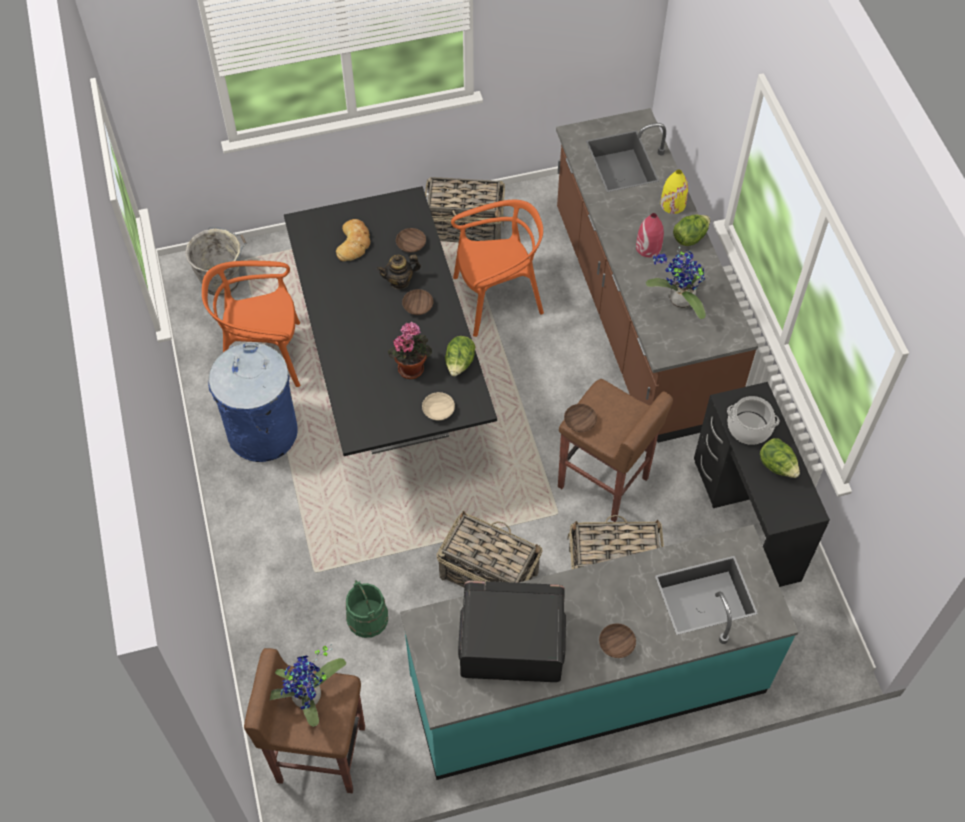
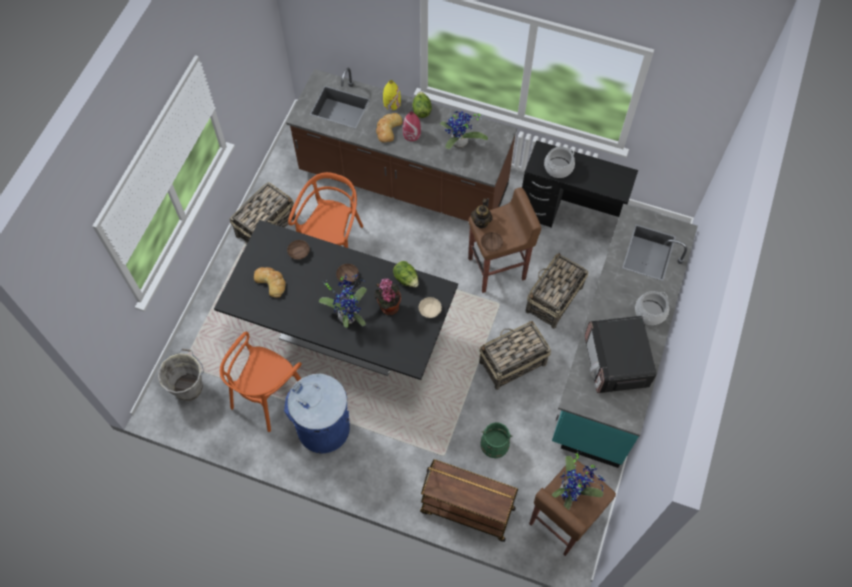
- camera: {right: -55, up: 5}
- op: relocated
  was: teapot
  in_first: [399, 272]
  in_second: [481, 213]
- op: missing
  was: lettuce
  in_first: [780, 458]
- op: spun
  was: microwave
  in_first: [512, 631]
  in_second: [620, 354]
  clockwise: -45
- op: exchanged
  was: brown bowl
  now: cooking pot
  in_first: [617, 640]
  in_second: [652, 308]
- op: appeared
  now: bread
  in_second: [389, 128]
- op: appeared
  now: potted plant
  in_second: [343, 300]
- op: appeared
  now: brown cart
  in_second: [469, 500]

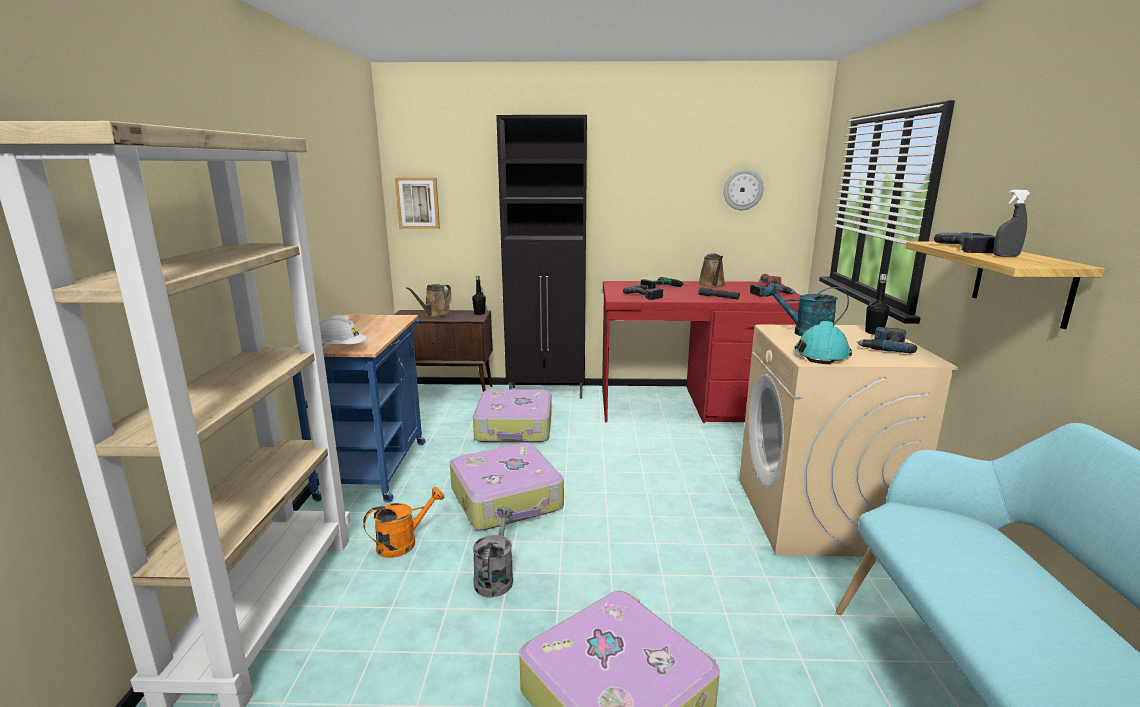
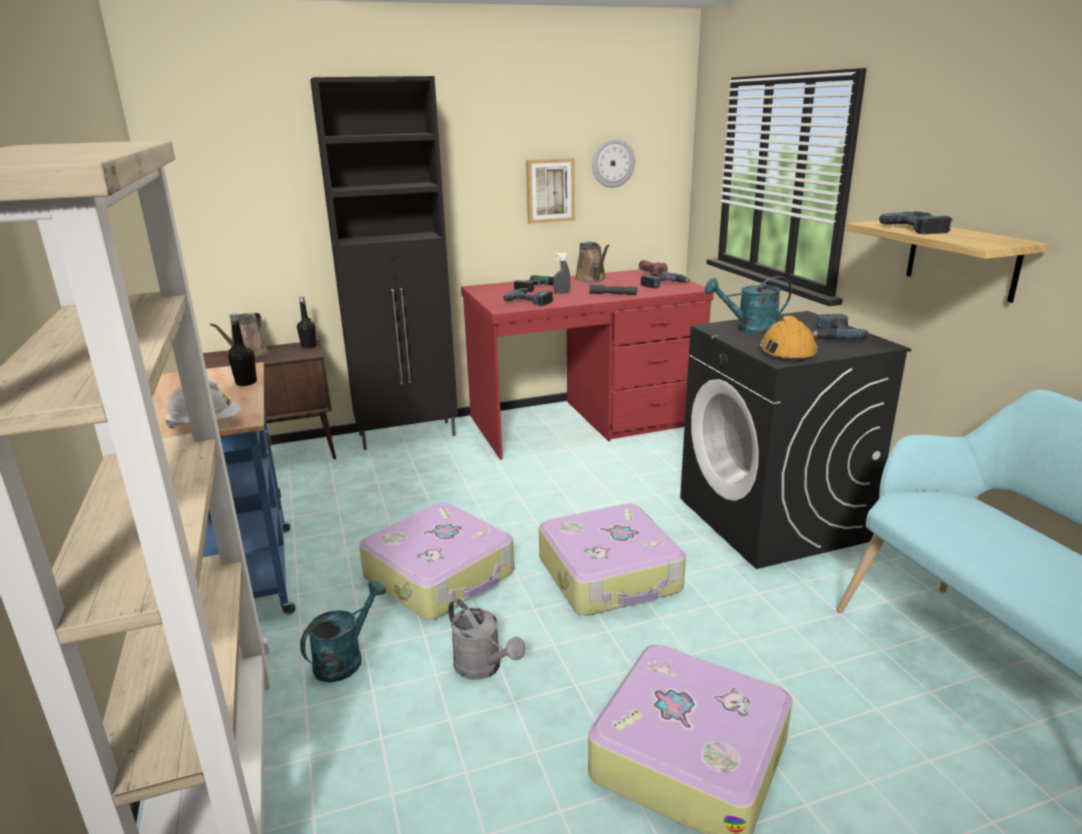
- camera: {right: -20, up: 5}
- op: relocated
  was: picture
  in_first: [417, 203]
  in_second: [550, 191]
- op: relocated
  was: grey spray bottle
  in_first: [1012, 223]
  in_second: [561, 273]
- op: relocated
  was: black bottle
  in_first: [877, 304]
  in_second: [242, 350]
- op: colour
  was: turquoise hard hat
  now: orange hard hat
  in_first: [823, 342]
  in_second: [788, 339]
- op: colour
  was: beige washing machine
  now: black washing machine
  in_first: [849, 441]
  in_second: [796, 440]
- op: relocated
  was: suitcase
  in_first: [512, 415]
  in_second: [612, 560]
- op: colour
  was: orange watering can
  now: turquoise watering can
  in_first: [404, 522]
  in_second: [343, 631]
- op: spun
  was: grey watering can
  in_first: [493, 552]
  in_second: [486, 639]
  clockwise: 150

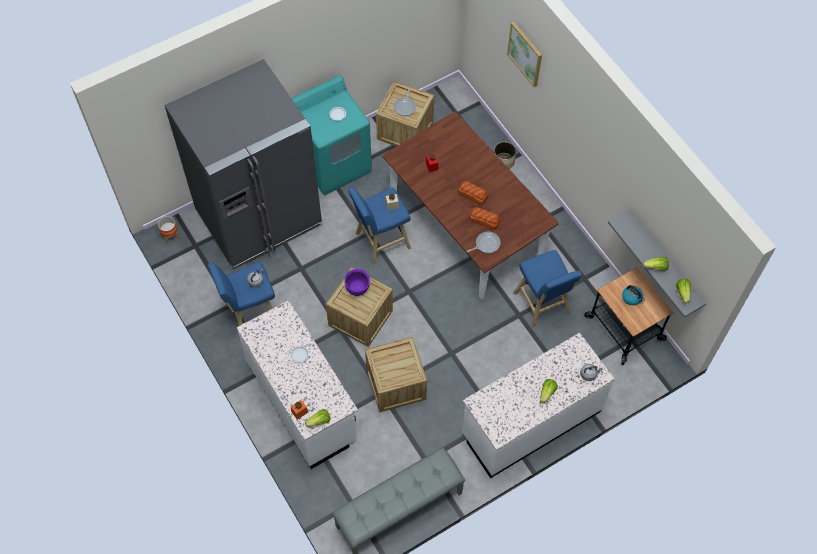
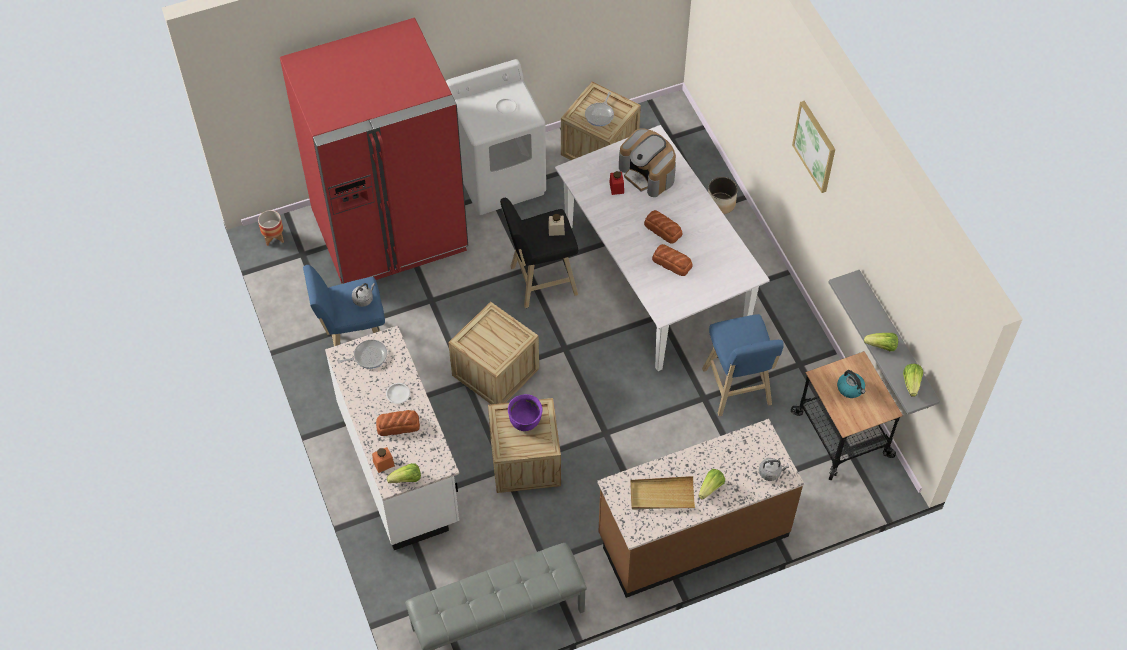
- camera: {right: 10, up: -5}
- op: relocated
  was: picture
  in_first: [524, 54]
  in_second: [813, 147]
- op: colour
  was: grey fridge
  now: red fridge
  in_first: [243, 164]
  in_second: [374, 151]
- op: colour
  was: turquoise washing machine
  now: white washing machine
  in_first: [331, 135]
  in_second: [496, 137]
- op: colour
  was: brown dining table
  now: white dining table
  in_first: [470, 205]
  in_second: [662, 248]
- op: colour
  was: blue stool
  now: black stool
  in_first: [379, 226]
  in_second: [539, 253]
- op: relocated
  was: frying pan
  in_first: [484, 242]
  in_second: [362, 354]
- op: relocated
  was: purple cooking pot
  in_first: [357, 282]
  in_second: [525, 412]
- op: colour
  was: white counter
  now: brown counter
  in_first: [538, 405]
  in_second: [700, 508]
- op: appeared
  now: coffee machine
  in_second: [647, 162]
- op: appeared
  now: bread
  in_second: [398, 423]
- op: appeared
  now: beige tray
  in_second: [662, 493]

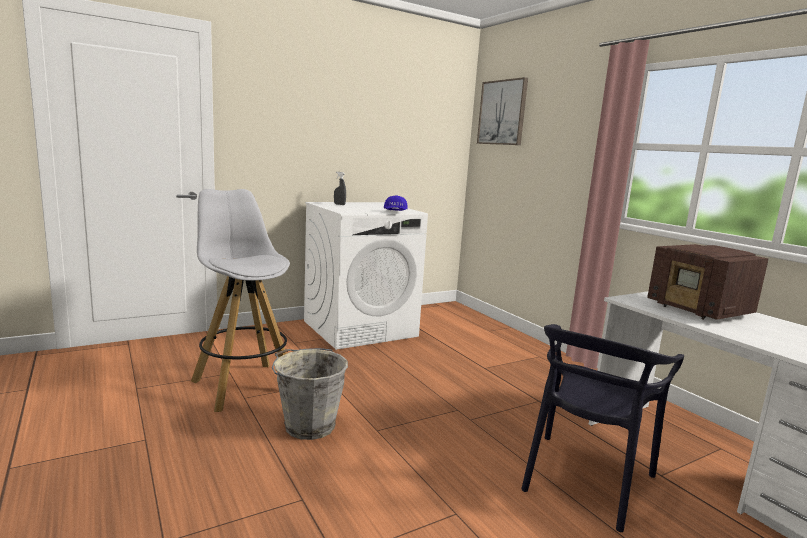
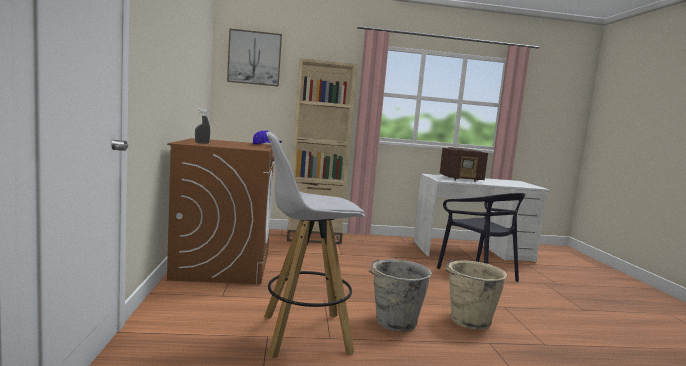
- camera: {right: -65, up: -5}
- op: colour
  was: white washing machine
  now: brown washing machine
  in_first: [366, 276]
  in_second: [220, 211]
- op: appeared
  now: beige bookcase
  in_second: [322, 151]
- op: appeared
  now: beige bucket
  in_second: [476, 295]

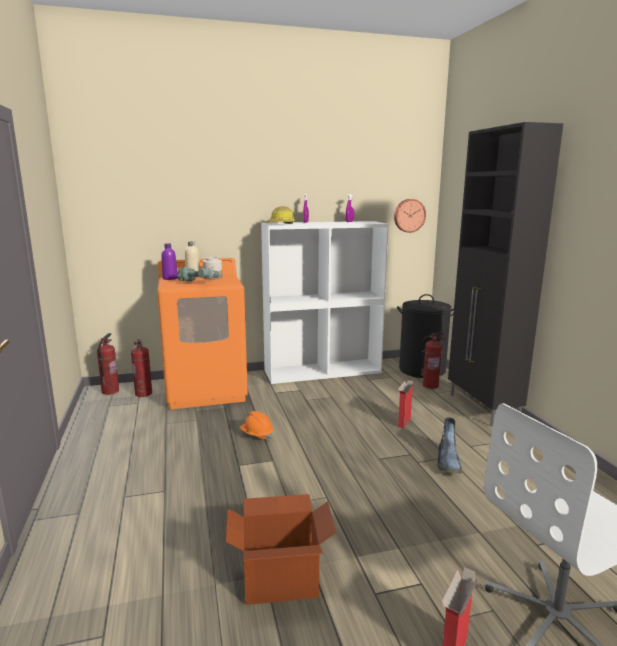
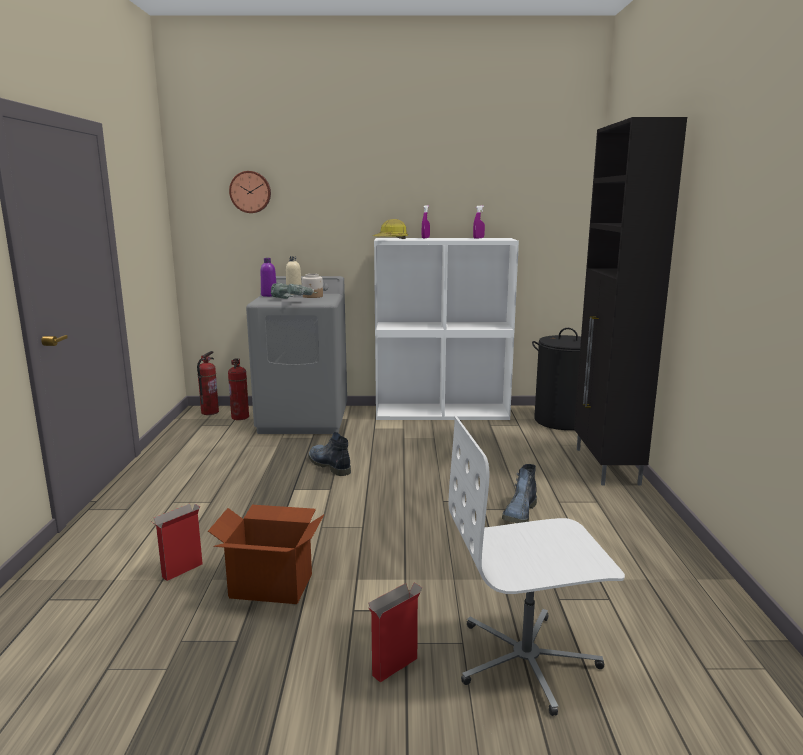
- camera: {right: 15, up: 0}
- op: relocated
  was: wall clock
  in_first: [410, 216]
  in_second: [250, 192]
- op: colour
  was: orange washing machine
  now: grey washing machine
  in_first: [202, 333]
  in_second: [296, 355]
- op: missing
  was: fire extinguisher
  in_first: [433, 360]
- op: relocated
  was: cardboard box
  in_first: [406, 404]
  in_second: [177, 542]
- op: exchanged
  was: orange hard hat
  now: boot
  in_first: [256, 425]
  in_second: [329, 454]

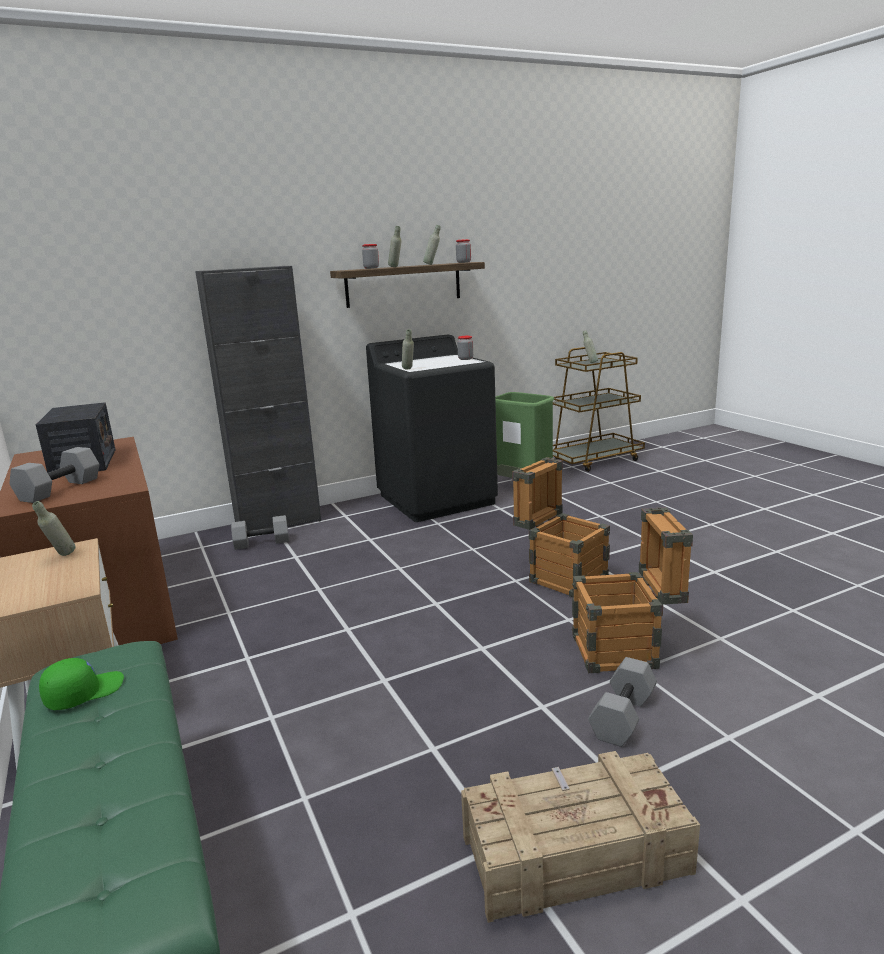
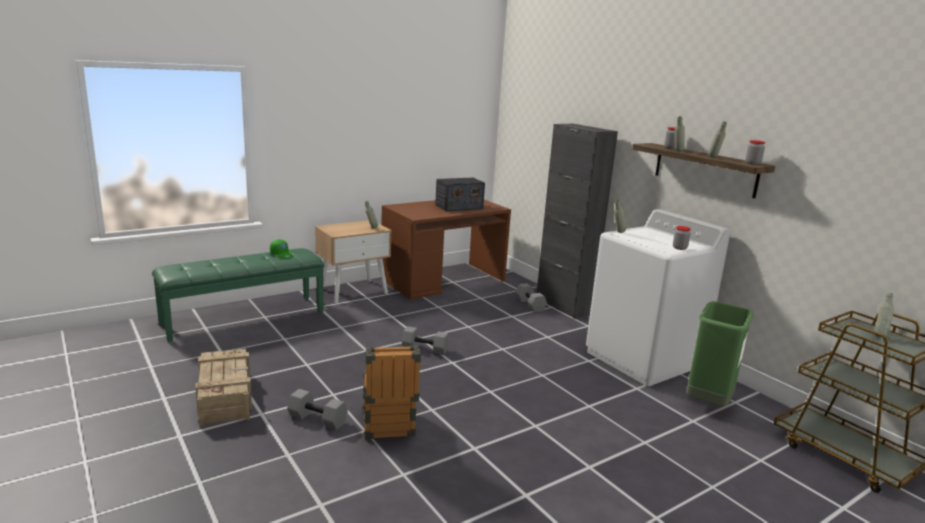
- camera: {right: 80, up: 0}
- op: colour
  was: black washing machine
  now: white washing machine
  in_first: [432, 428]
  in_second: [658, 297]
- op: relocated
  was: grey dumbbell
  in_first: [54, 475]
  in_second: [425, 340]
- op: missing
  was: crate
  in_first: [561, 527]

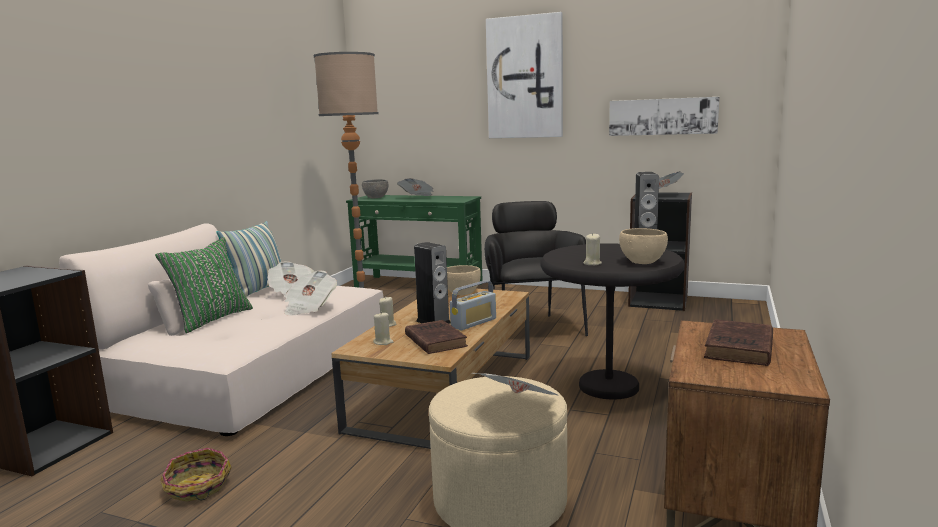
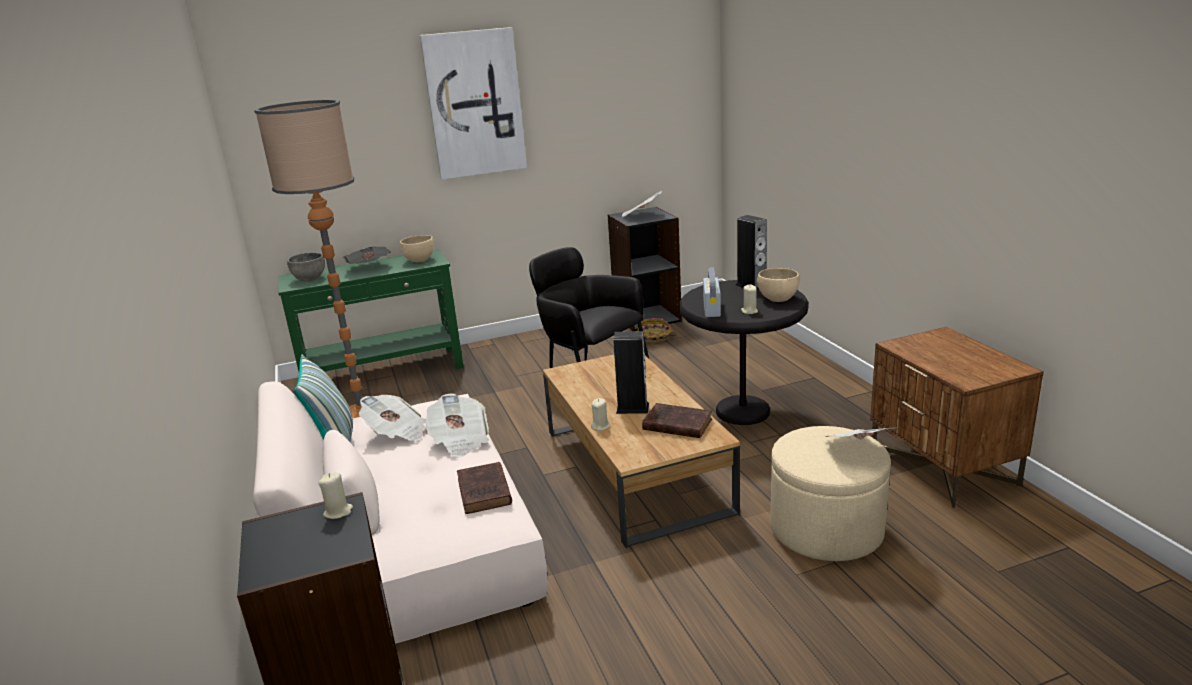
- camera: {right: -40, up: 10}
- op: missing
  was: picture
  in_first: [664, 116]
- op: missing
  was: green pillow
  in_first: [204, 285]
- op: relocated
  was: beige bowl
  in_first: [464, 280]
  in_second: [417, 248]
- op: relocated
  was: radio
  in_first: [473, 305]
  in_second: [712, 292]
- op: relocated
  was: beige candle
  in_first: [383, 329]
  in_second: [335, 495]
- op: relocated
  was: brown book
  in_first: [738, 342]
  in_second: [484, 488]
- op: relocated
  was: basket
  in_first: [196, 475]
  in_second: [657, 330]

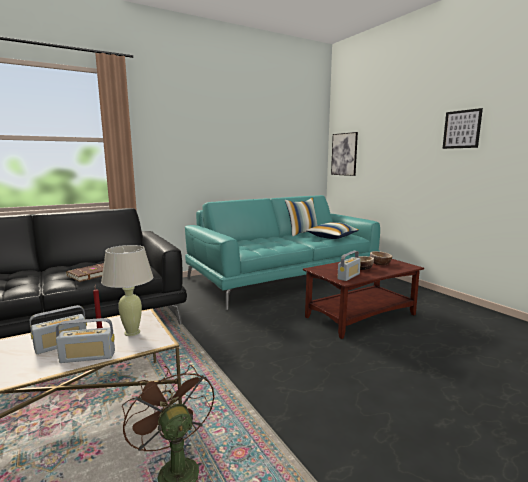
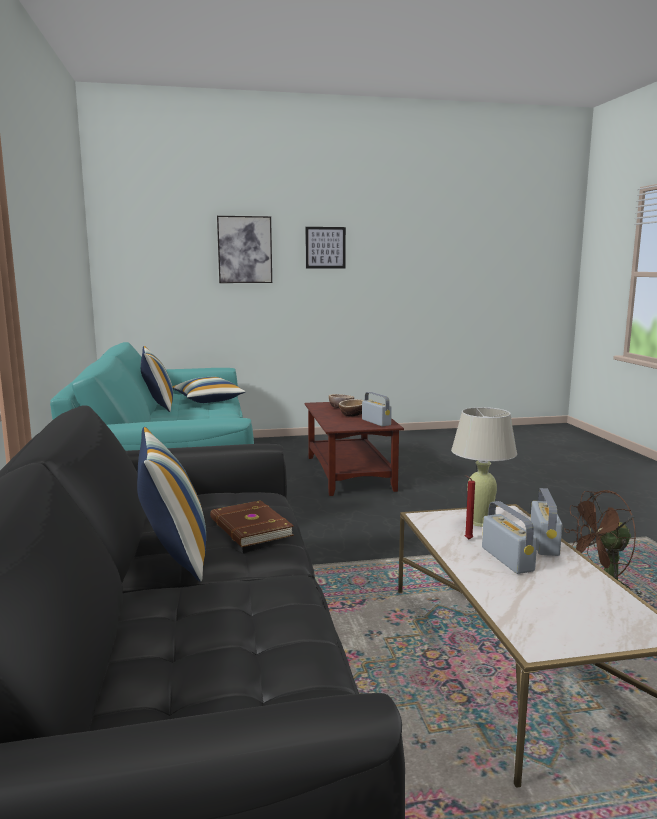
- camera: {right: -70, up: 0}
- op: relocated
  was: picture
  in_first: [344, 154]
  in_second: [244, 249]
- op: appeared
  now: pillow
  in_second: [171, 504]

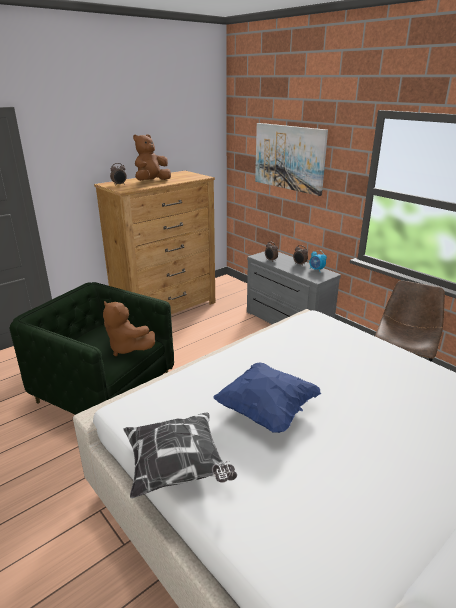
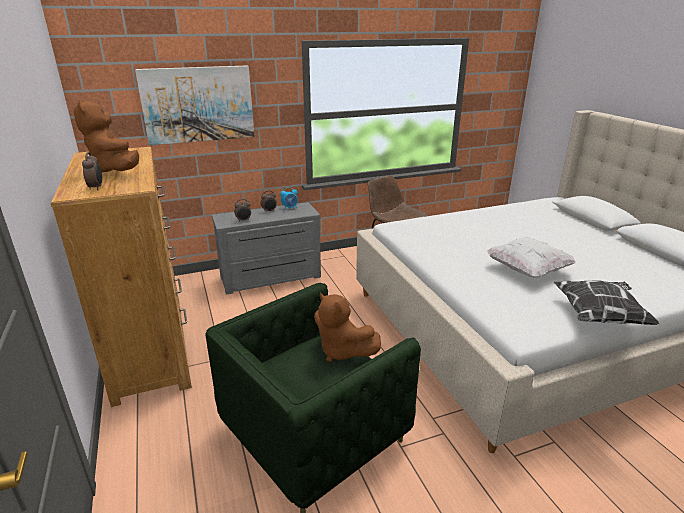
- camera: {right: -70, up: 0}
- op: spun
  was: brown plush toy
  in_first: [129, 328]
  in_second: [347, 327]
  clockwise: 75
- op: colour
  was: blue pillow
  now: white pillow
  in_first: [267, 397]
  in_second: [531, 257]

